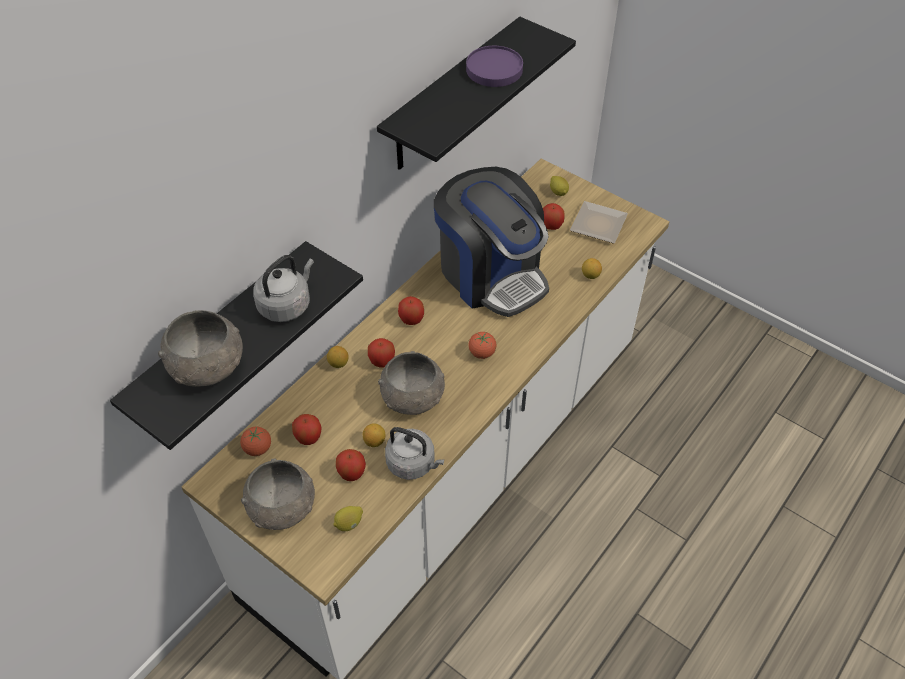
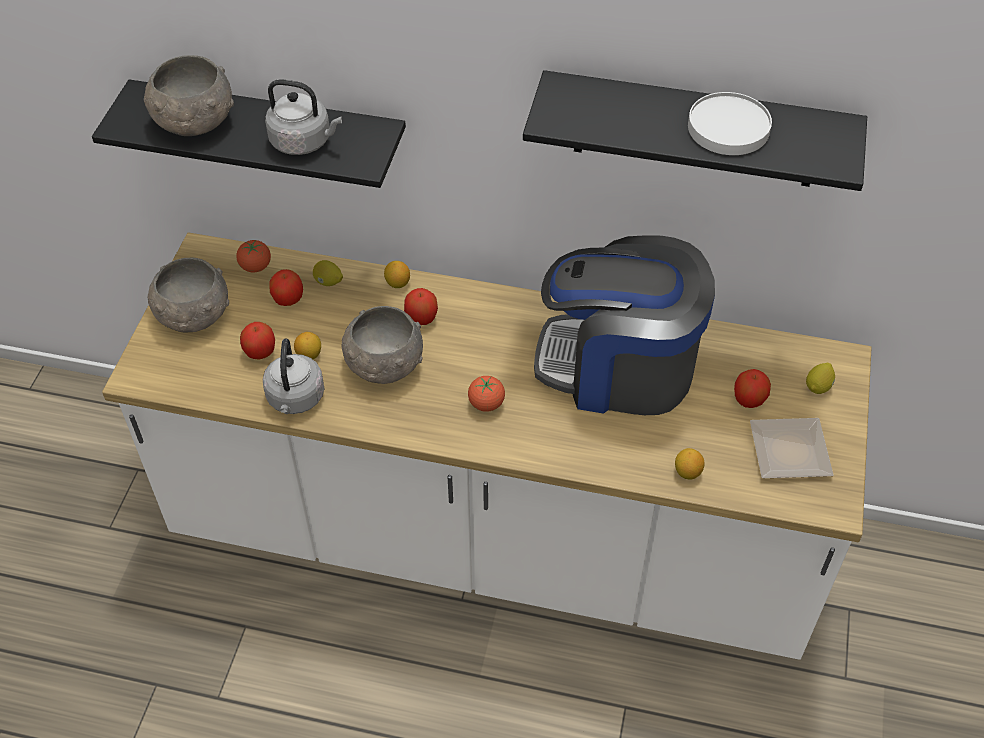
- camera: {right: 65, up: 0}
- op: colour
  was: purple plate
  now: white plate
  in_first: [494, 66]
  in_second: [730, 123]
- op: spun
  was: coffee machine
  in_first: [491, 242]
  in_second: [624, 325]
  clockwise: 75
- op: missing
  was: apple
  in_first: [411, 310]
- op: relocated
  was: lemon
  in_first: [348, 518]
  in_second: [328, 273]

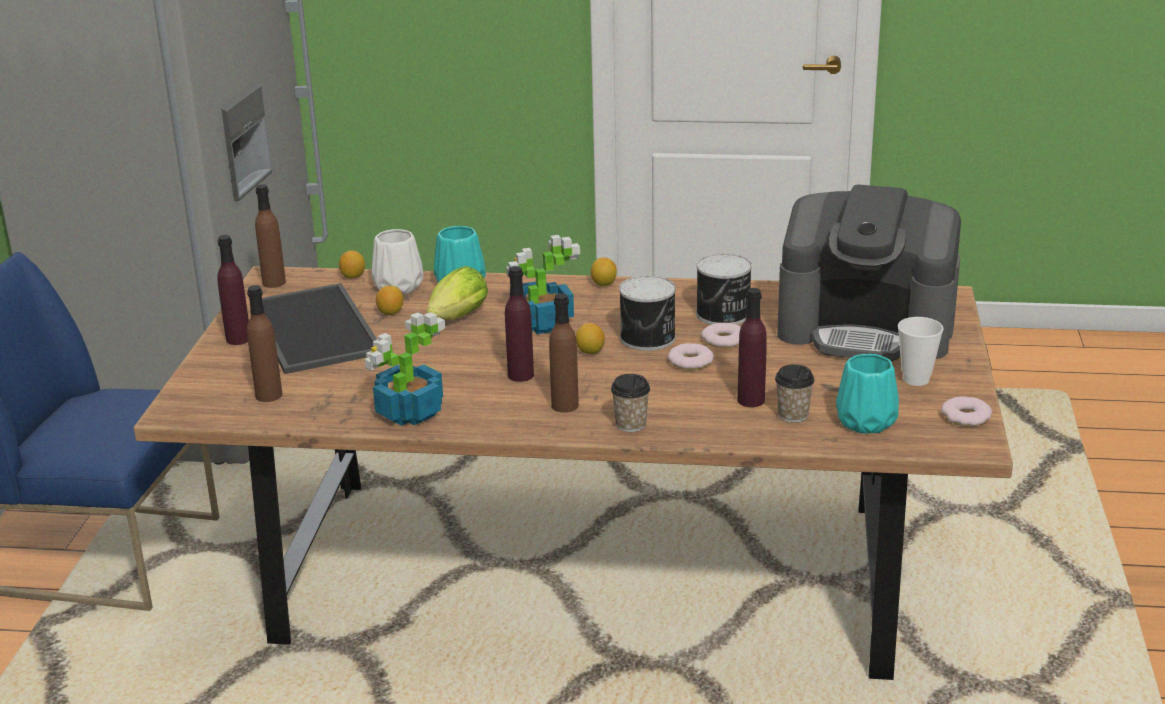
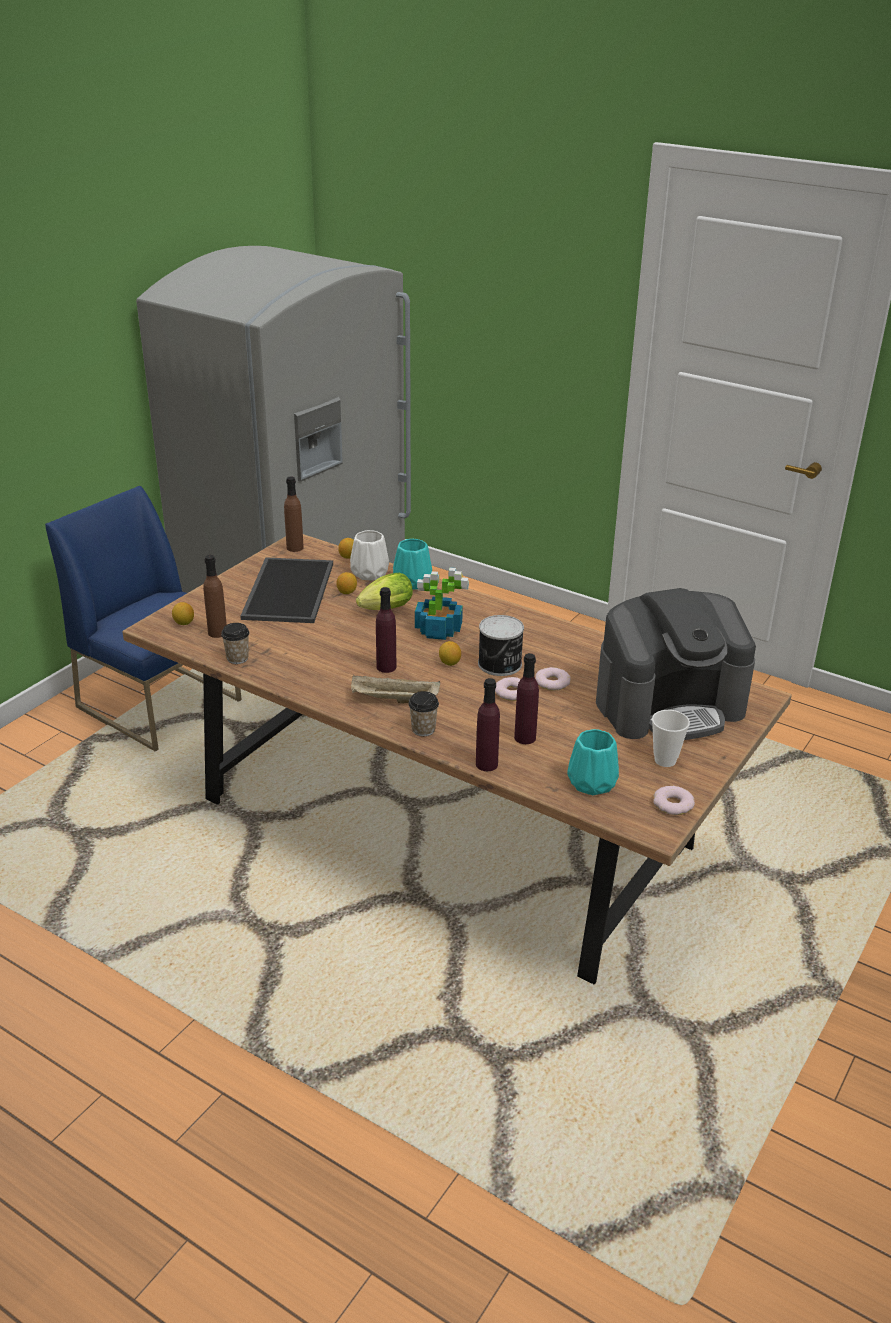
- camera: {right: 25, up: 5}
- op: spun
  was: coffee machine
  in_first: [869, 273]
  in_second: [676, 664]
  clockwise: -60
- op: relocated
  was: purple bottle
  in_first: [233, 290]
  in_second: [488, 724]
- op: missing
  was: can
  in_first: [724, 289]
- op: relocated
  was: lemon
  in_first: [604, 271]
  in_second: [183, 613]
- op: exchanged
  was: brown bottle
  now: beige tray
  in_first: [564, 353]
  in_second: [395, 689]
- op: missing
  was: potted plant
  in_first: [404, 369]
- op: relocated
  was: cup
  in_first: [795, 393]
  in_second: [235, 643]

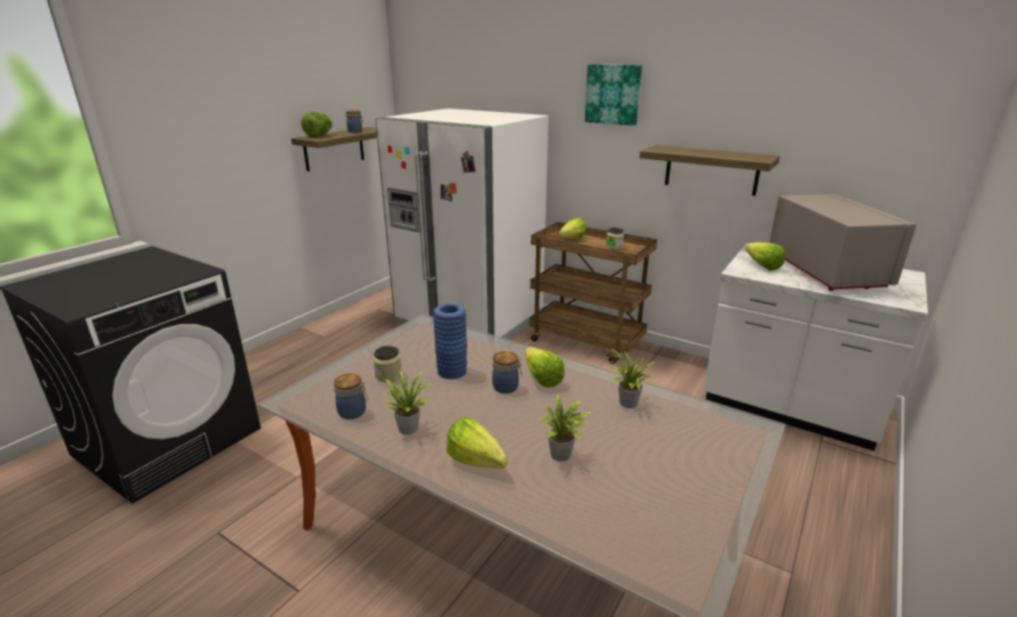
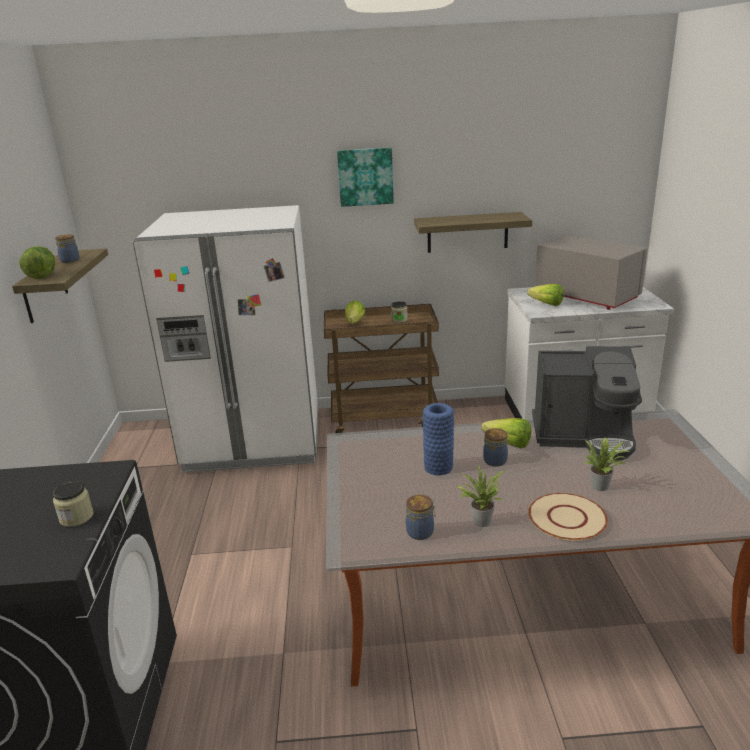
- camera: {right: -35, up: 0}
- op: relocated
  was: jar
  in_first: [387, 364]
  in_second: [73, 504]
- op: exchanged
  was: potted plant
  now: coffee machine
  in_first: [633, 378]
  in_second: [587, 403]
- op: exchanged
  was: lettuce
  now: beige plate
  in_first: [477, 442]
  in_second: [568, 517]

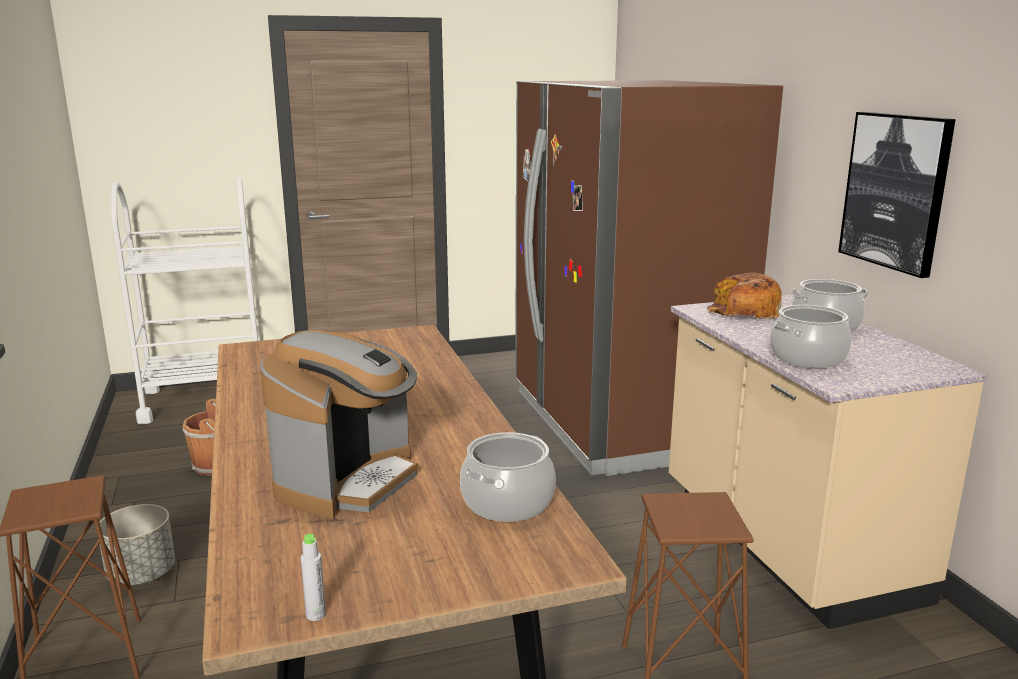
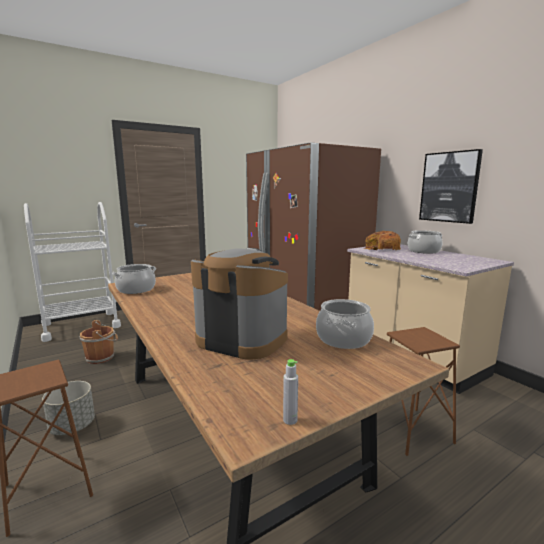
- camera: {right: -15, up: -5}
- op: relocated
  was: cooking pot
  in_first: [810, 336]
  in_second: [134, 279]
- op: spun
  was: coffee machine
  in_first: [339, 424]
  in_second: [239, 304]
  clockwise: -75

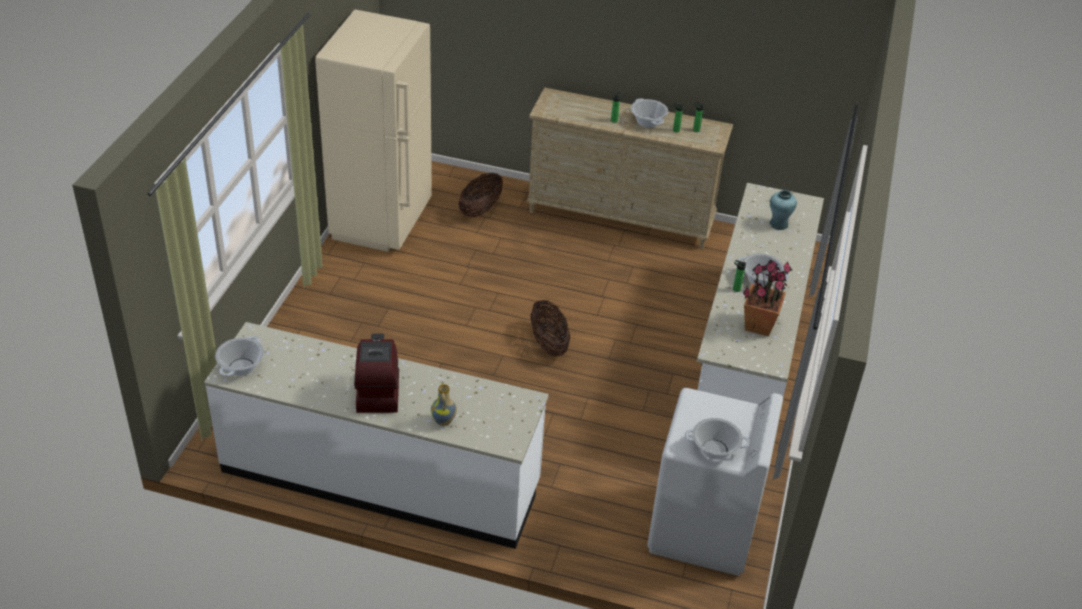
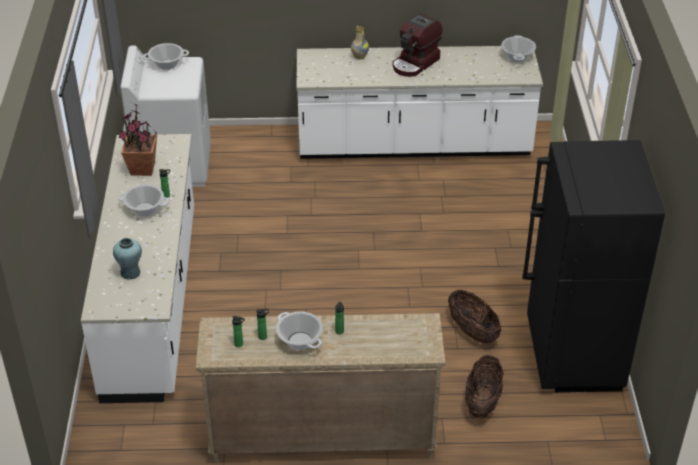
- camera: {right: 165, up: 0}
- op: colour
  was: beige fridge
  now: black fridge
  in_first: [373, 130]
  in_second: [593, 266]
- op: relocated
  was: basket
  in_first: [550, 328]
  in_second: [475, 317]
- op: spun
  was: coffee machine
  in_first: [376, 373]
  in_second: [417, 45]
  clockwise: 60

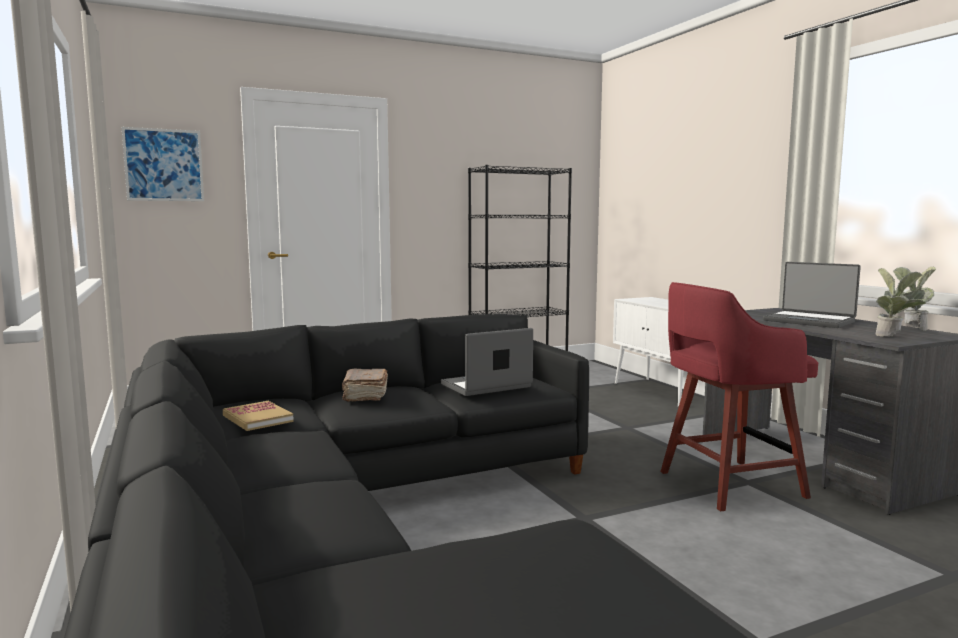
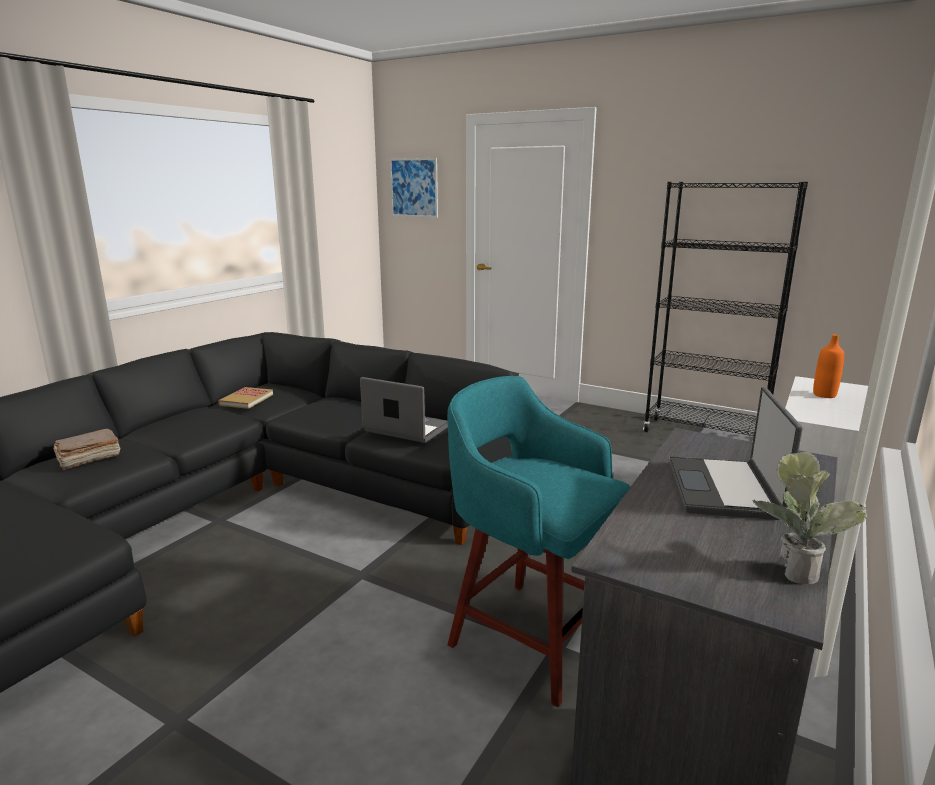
- camera: {right: 55, up: 10}
- op: missing
  was: potted plant
  in_first: [900, 302]
- op: colour
  was: red stool
  now: turquoise stool
  in_first: [739, 396]
  in_second: [538, 541]
- op: relocated
  was: brown book
  in_first: [365, 385]
  in_second: [86, 449]
- op: appeared
  now: orange bottle
  in_second: [829, 366]

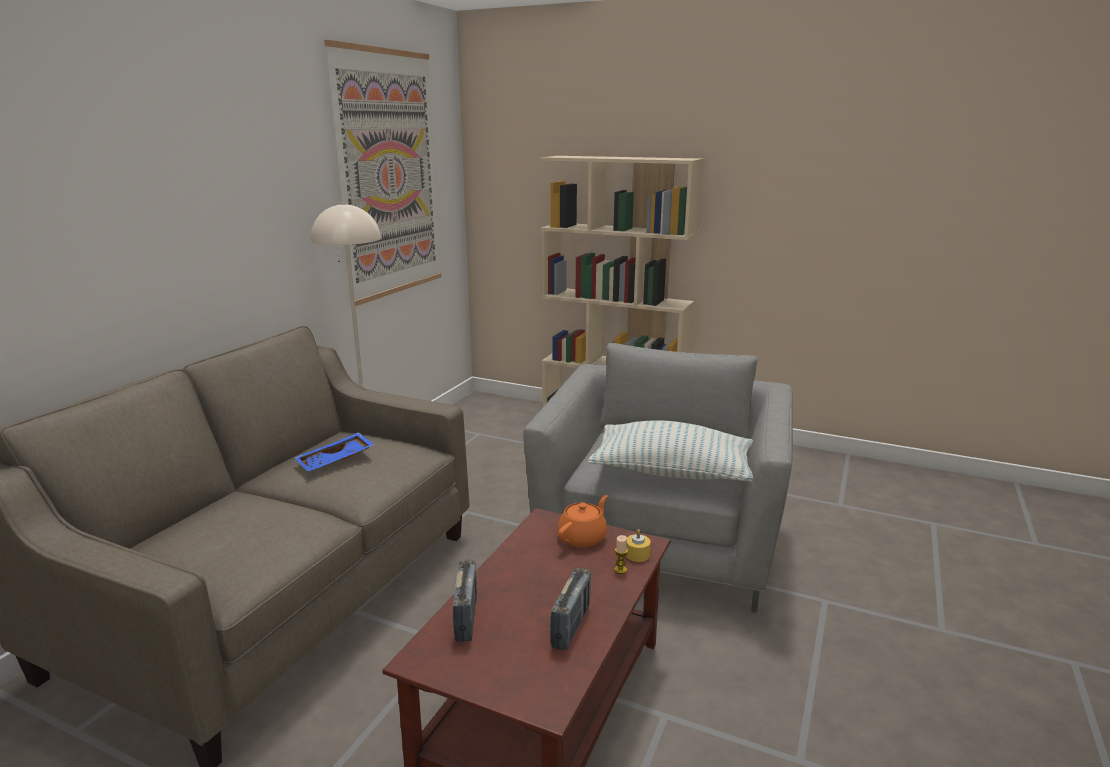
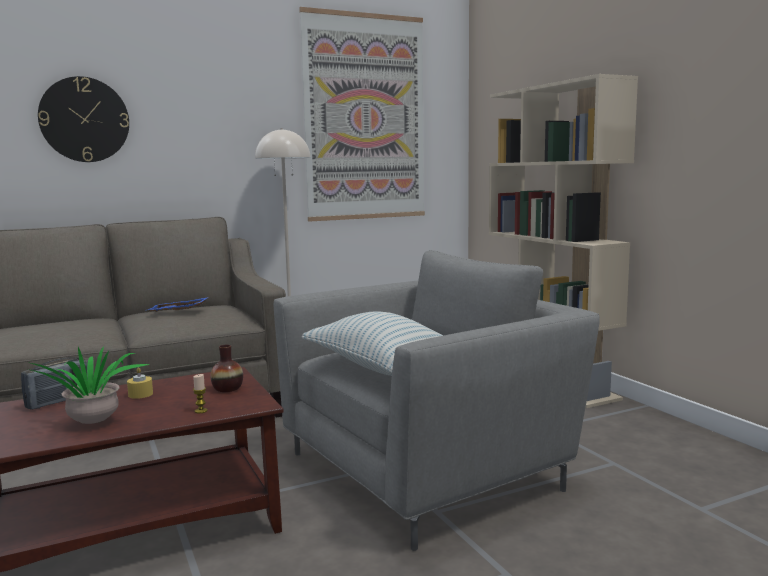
- camera: {right: 40, up: -10}
- op: exchanged
  was: orange teapot
  now: vase
  in_first: [582, 521]
  in_second: [227, 368]
- op: relocated
  was: yellow candle
  in_first: [638, 545]
  in_second: [140, 383]
- op: exchanged
  was: radio
  now: potted plant
  in_first: [570, 609]
  in_second: [89, 385]
- op: appeared
  now: wall clock
  in_second: [83, 119]

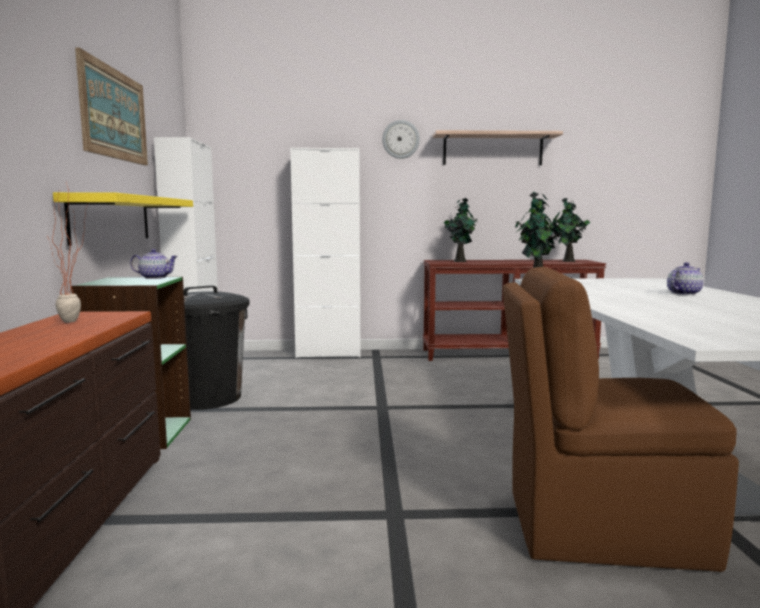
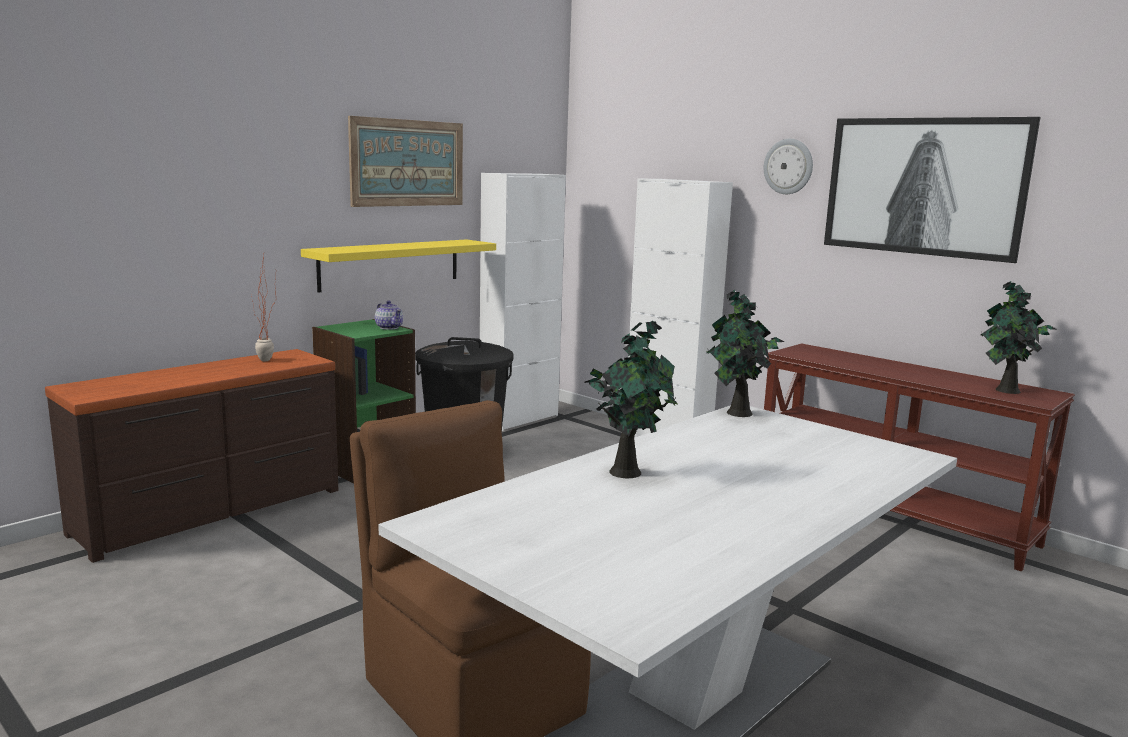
- camera: {right: 45, up: 5}
- op: exchanged
  was: shelf
  now: picture
  in_first: [498, 147]
  in_second: [932, 190]
- op: relocated
  was: potted plant
  in_first: [461, 230]
  in_second: [630, 399]
- op: missing
  was: teapot
  in_first: [685, 278]

